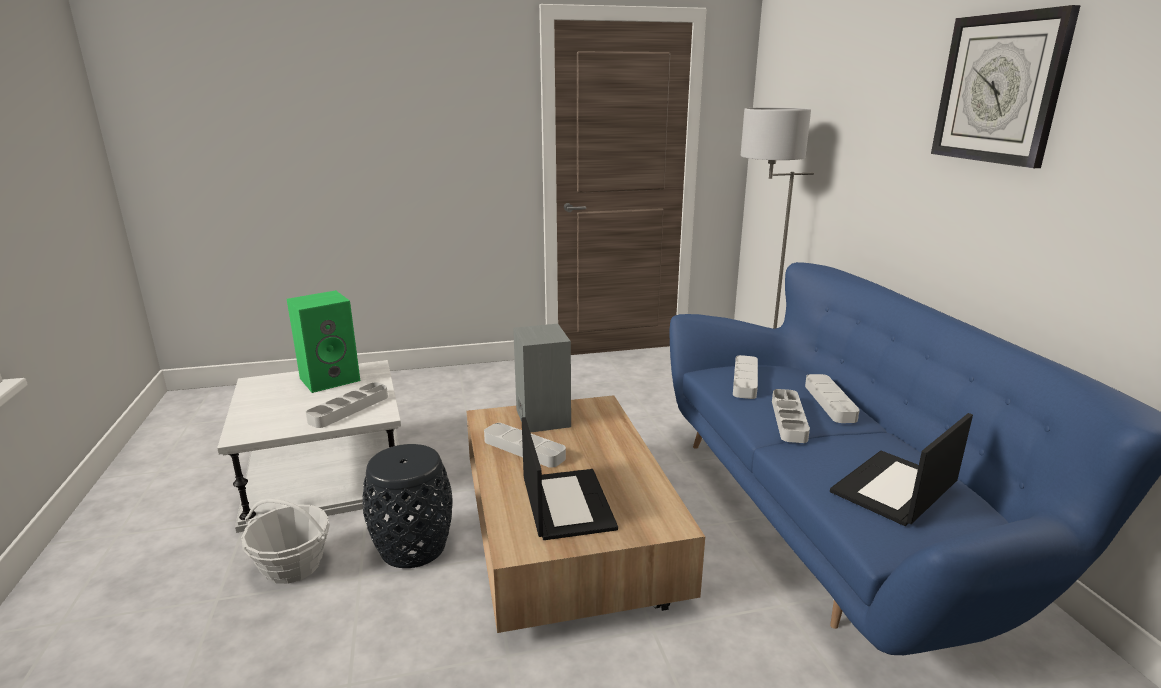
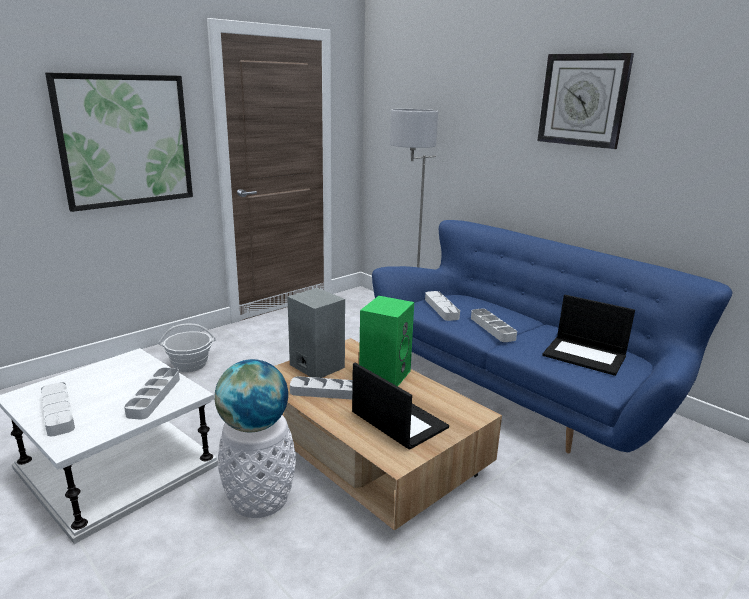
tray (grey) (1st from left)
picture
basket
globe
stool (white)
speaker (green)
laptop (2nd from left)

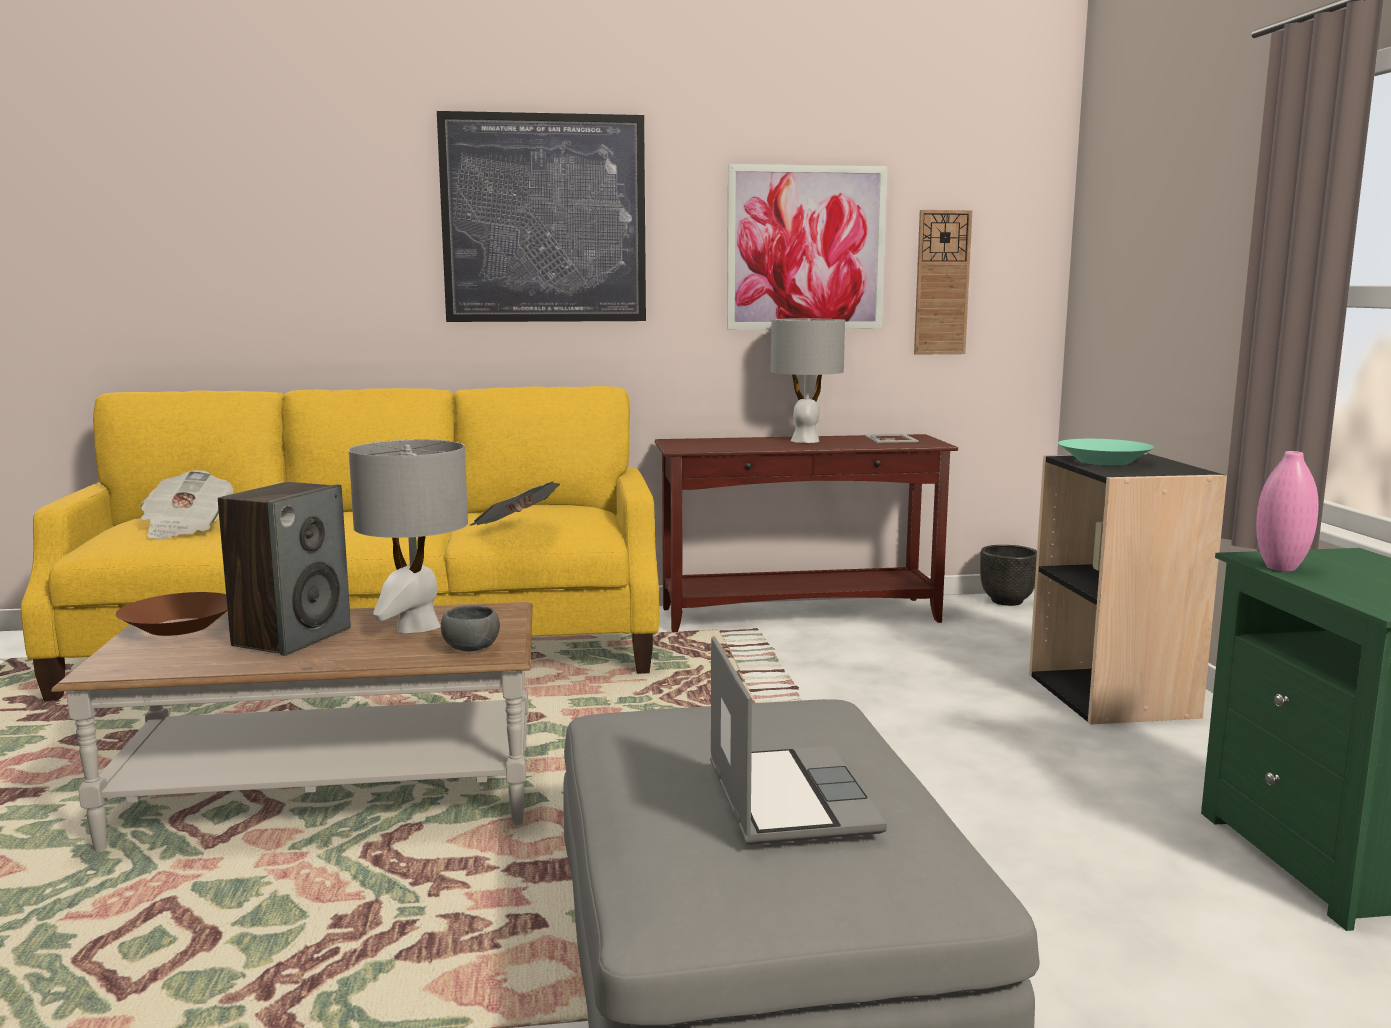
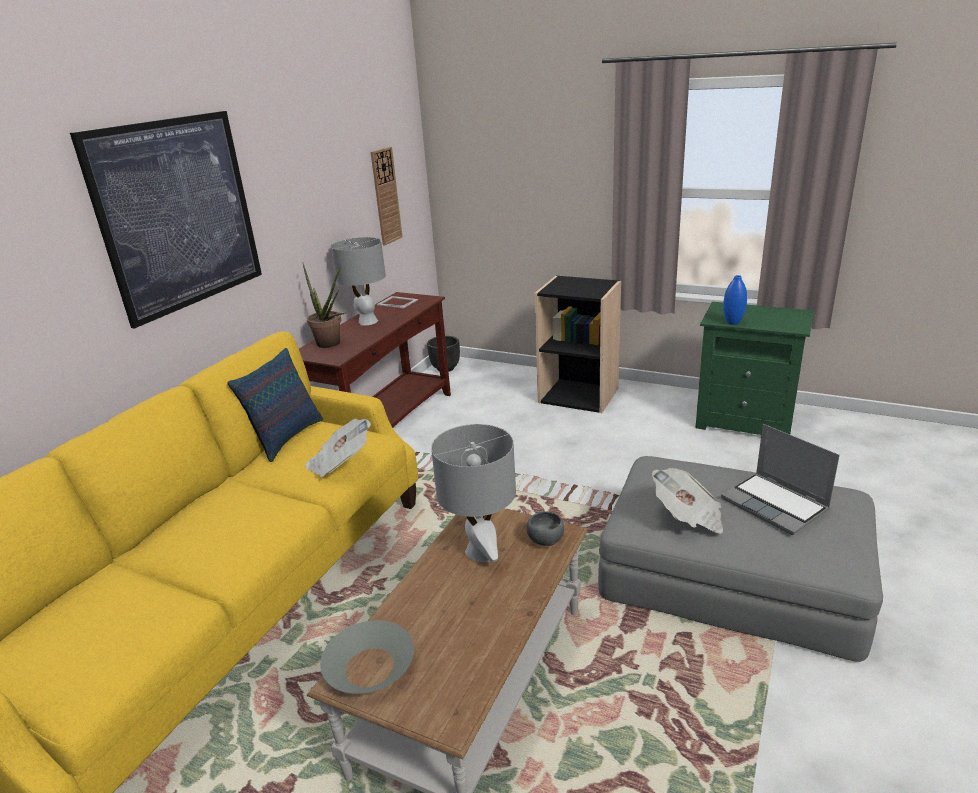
pillow (blue)
potted plant
bowl (grey) (1st from left)
newspaper (2nd from left)
laptop
vase (blue)
speaker
picture (2nd from left in the first image)
bowl (turquoise)

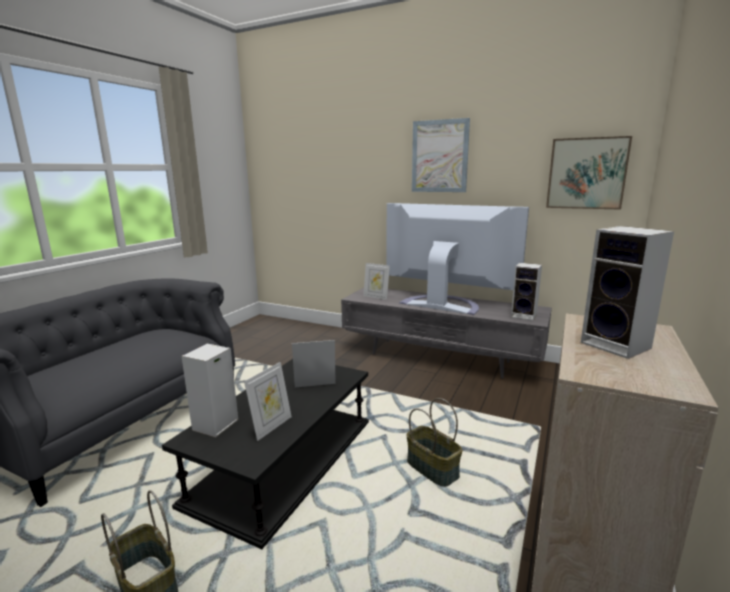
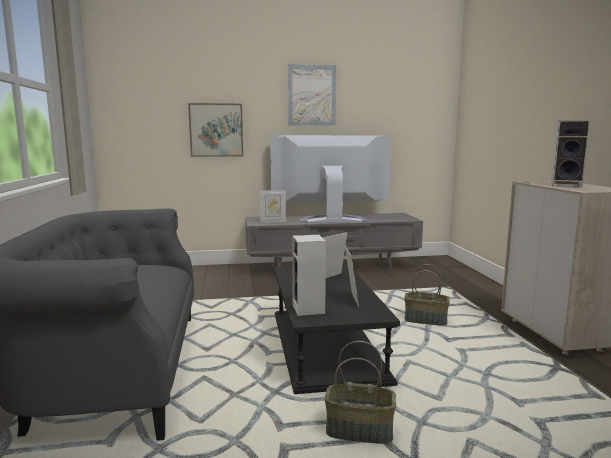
picture (1st from left)
speaker (2nd from left in the first image)

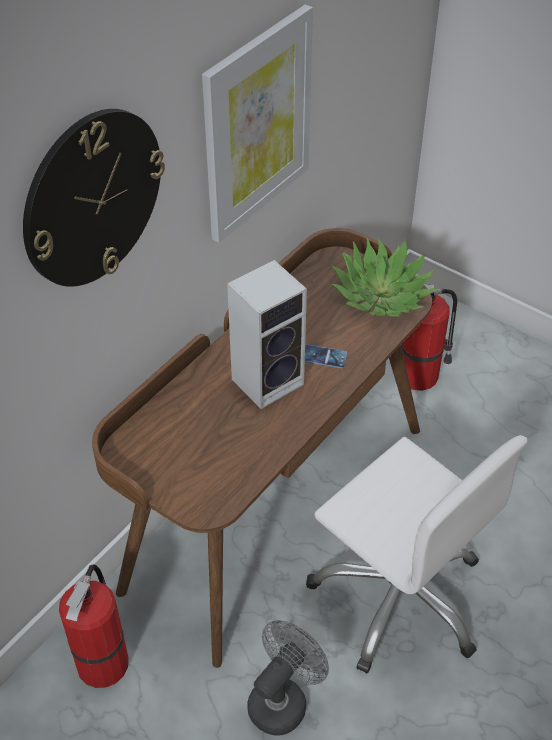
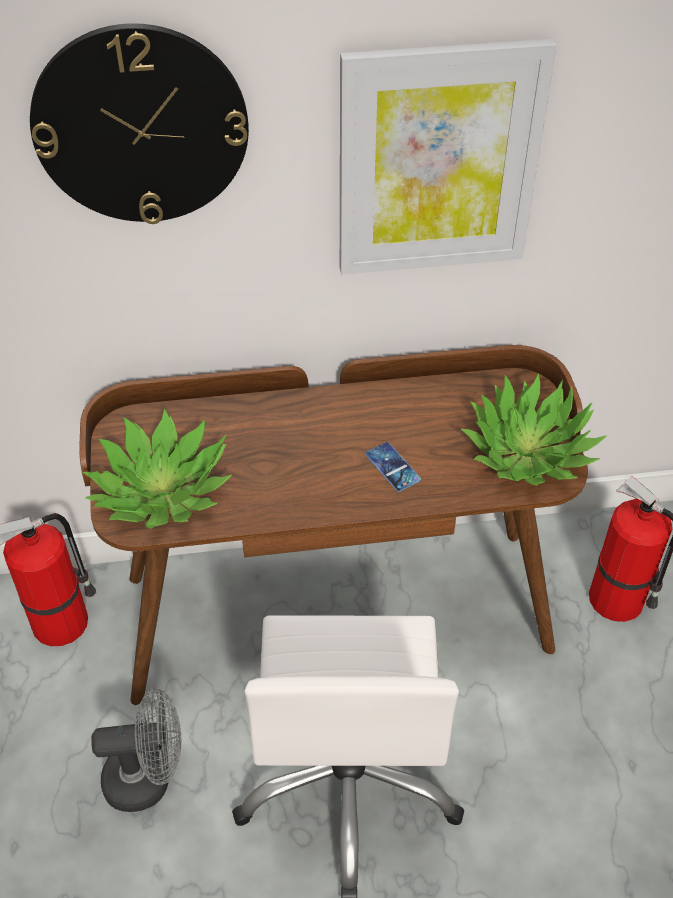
potted plant (1st from left)
speaker

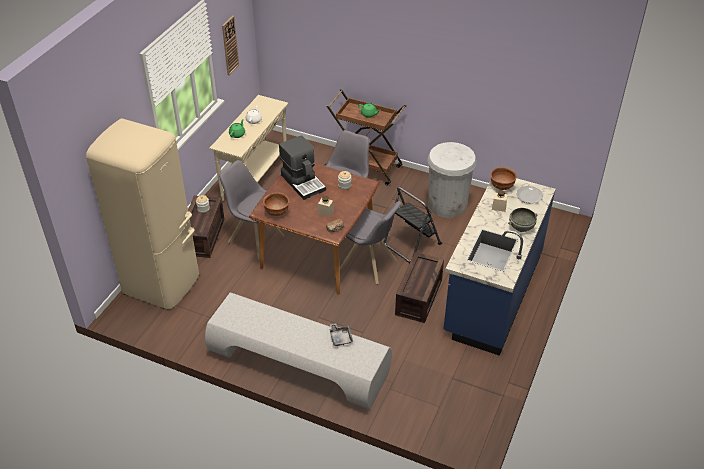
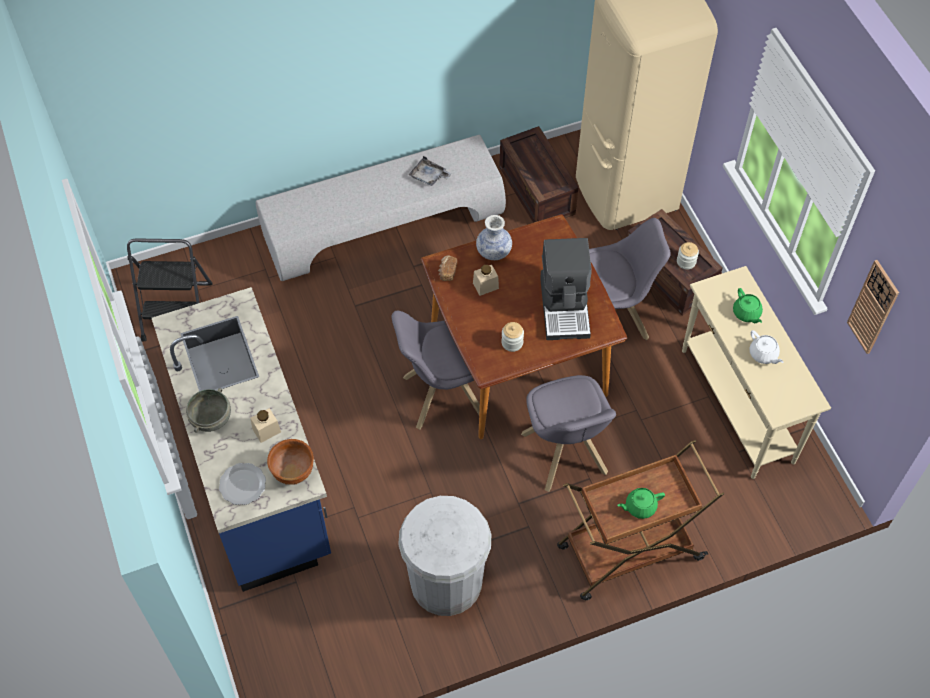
step ladder (black)
tray (grey)
vase
crate (1st from left)
coffee machine
bowl (brown) (1st from left in the first image)

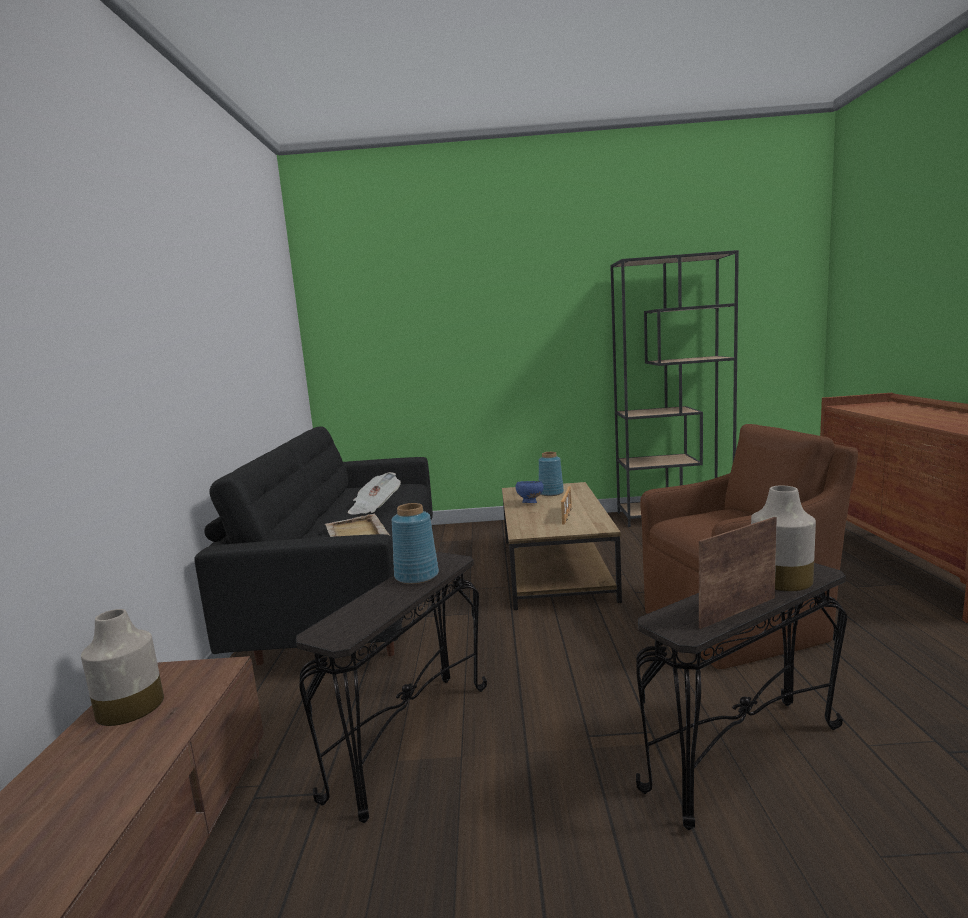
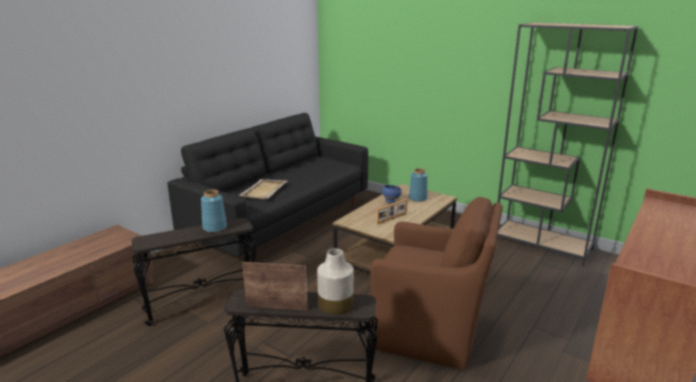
vase (beige) (1st from left in the first image)
newspaper

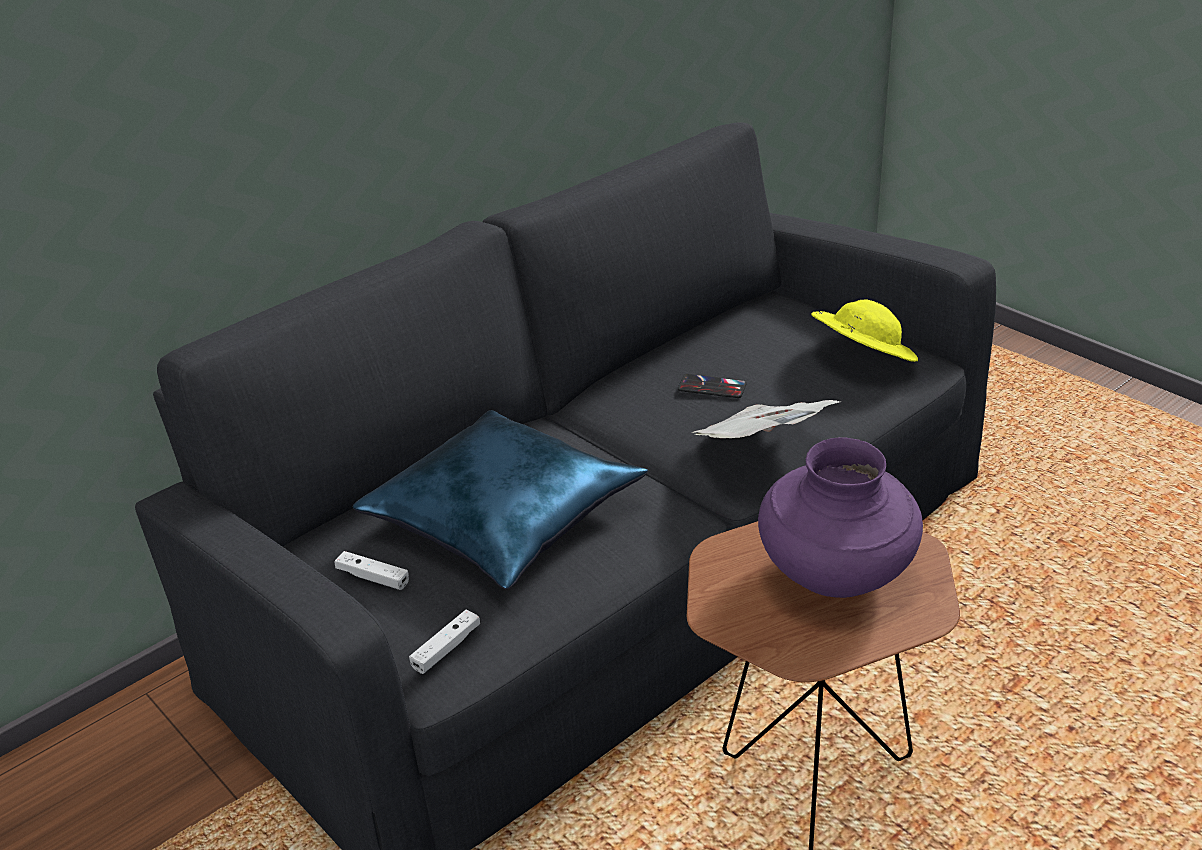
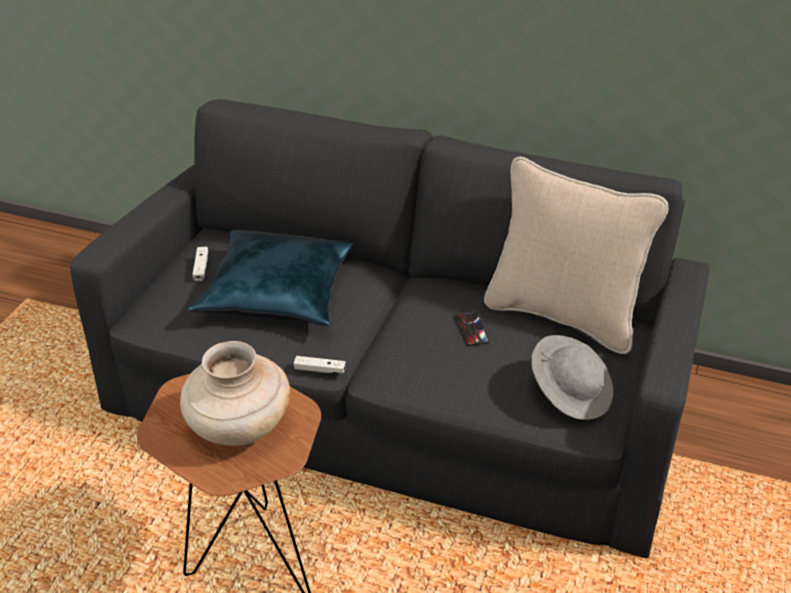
vase (beige)
game controller (white) (2nd from left)
pillow (beige)
hat (grey)
newspaper

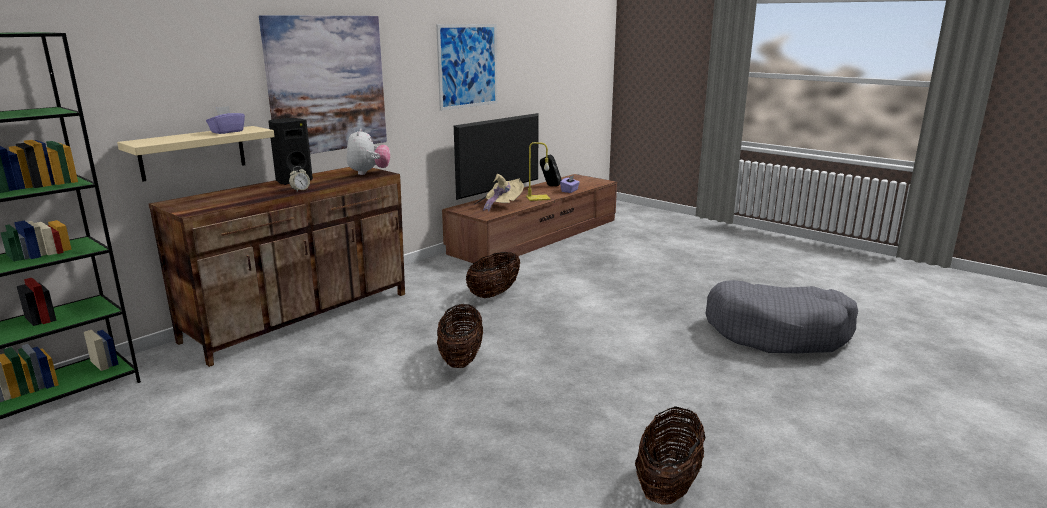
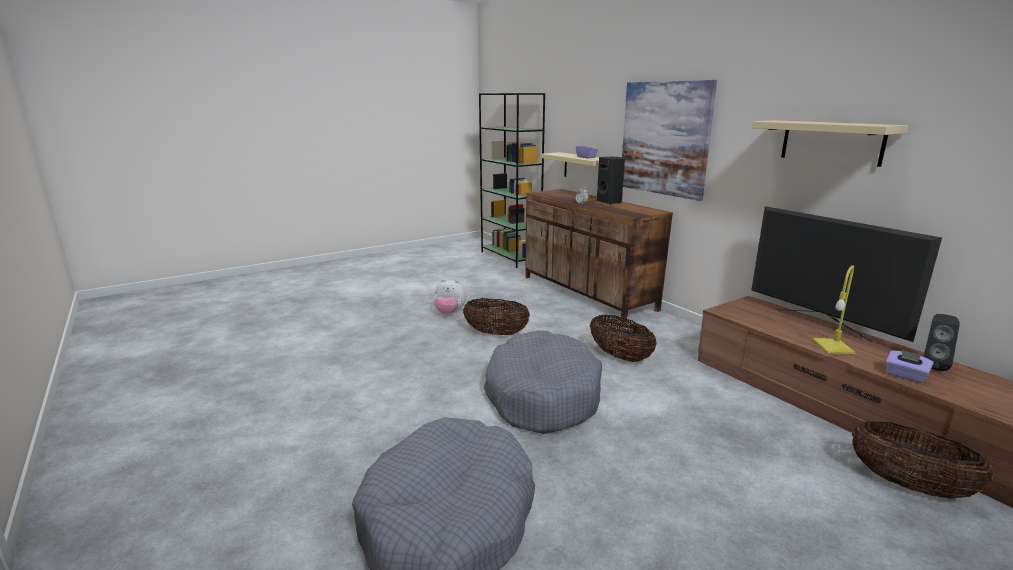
plush toy
dog bed (grey) (2nd from left)
shelf (beige) (2nd from left)
basket (3rd from left)
hat (beige)

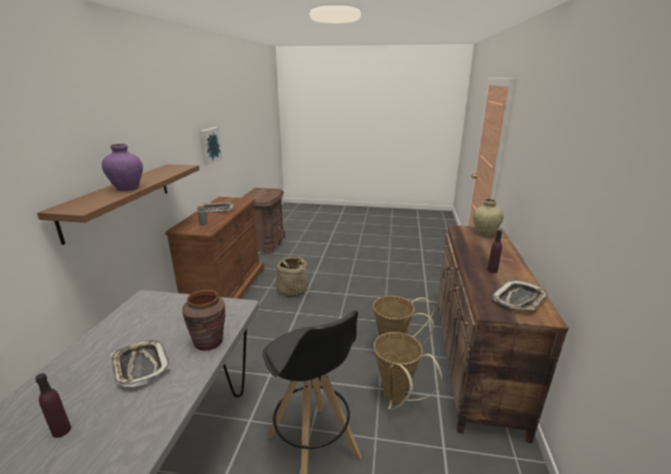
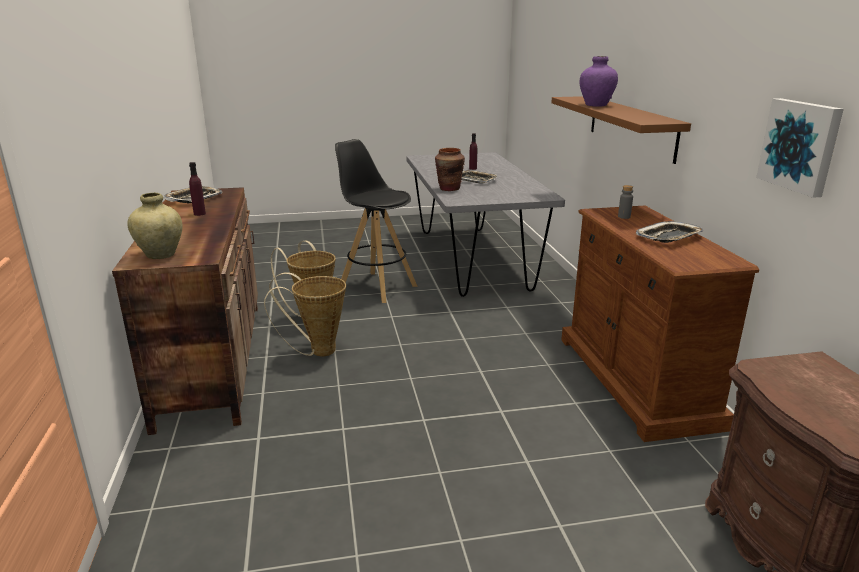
basket (1st from left in the first image)

